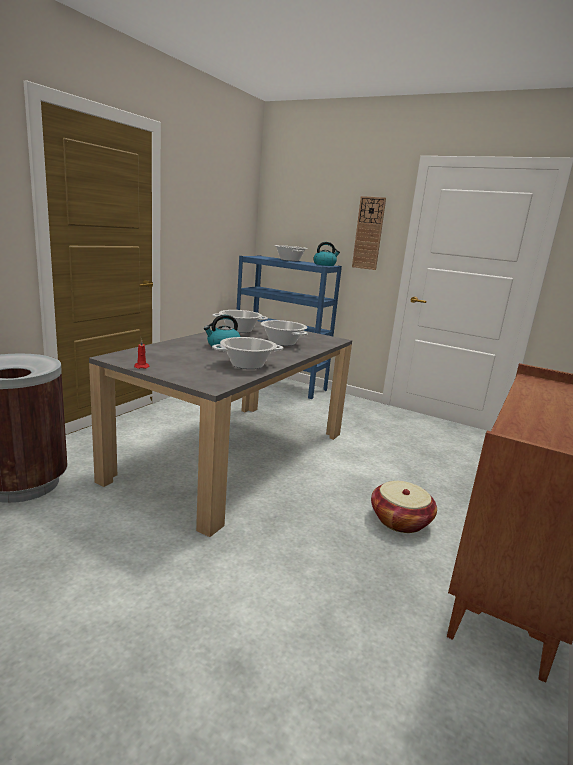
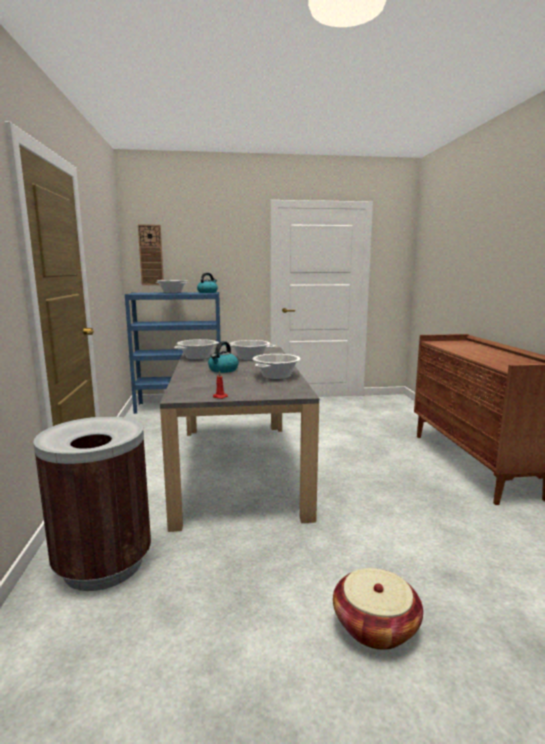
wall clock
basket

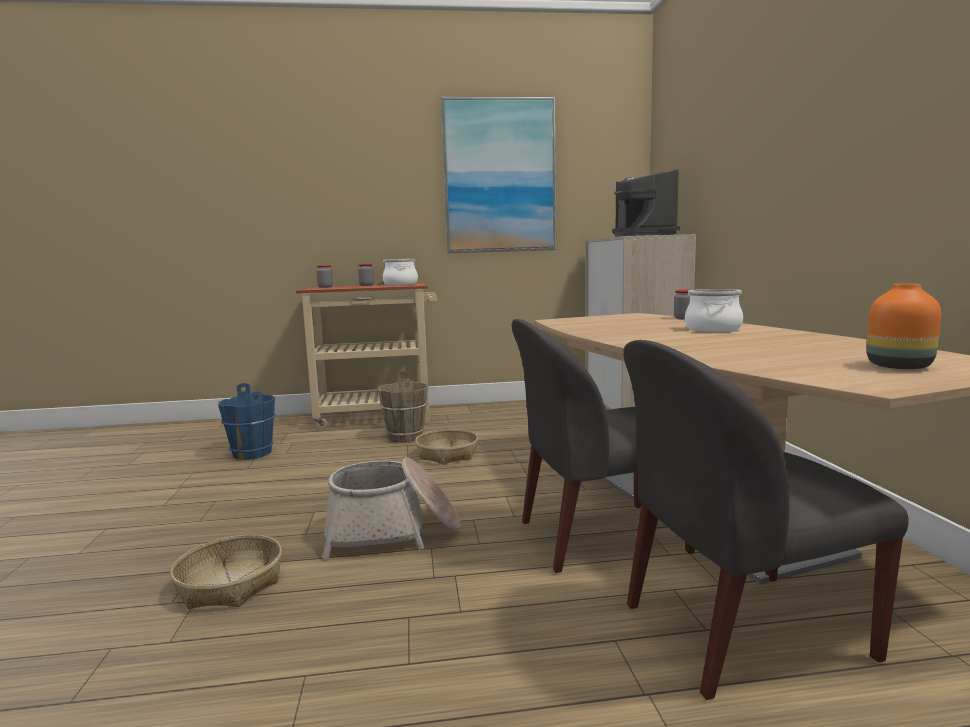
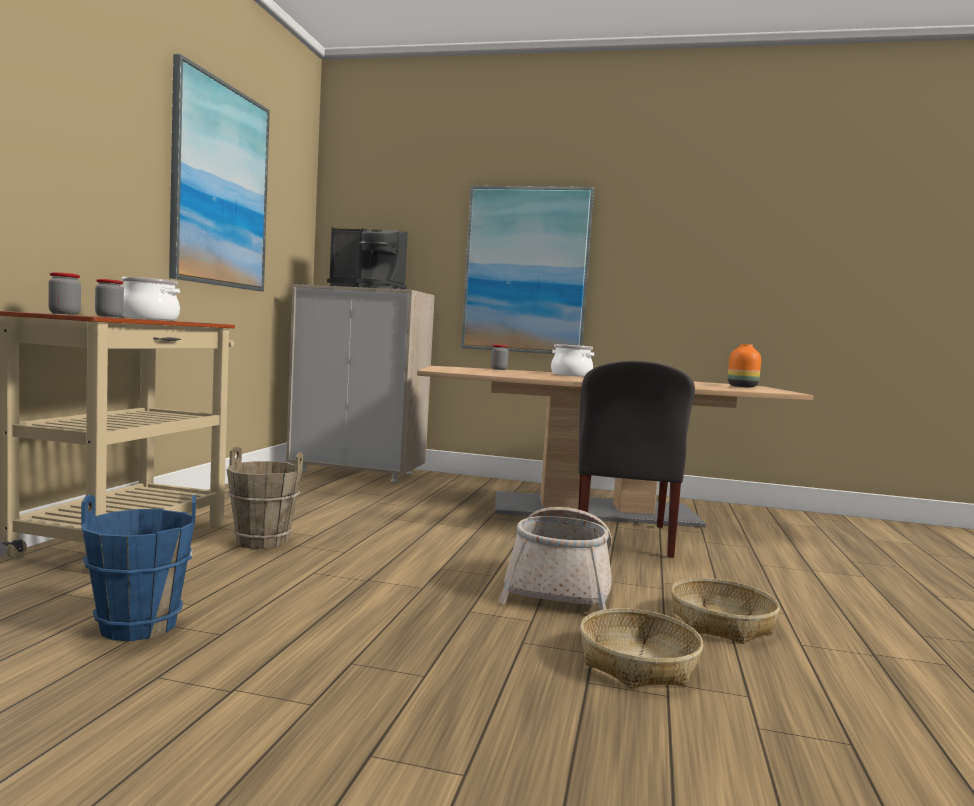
picture (2nd from left)
basket (3rd from left)
chair (grey) (2nd from left in the first image)

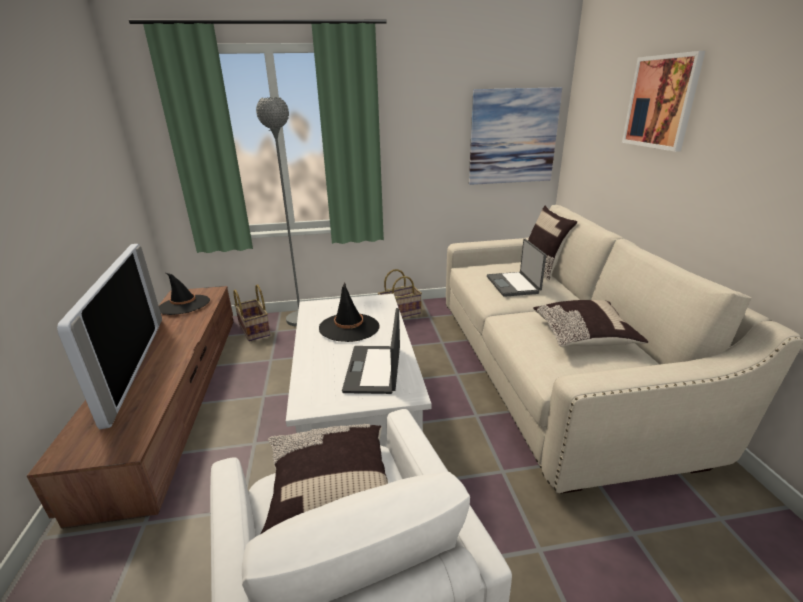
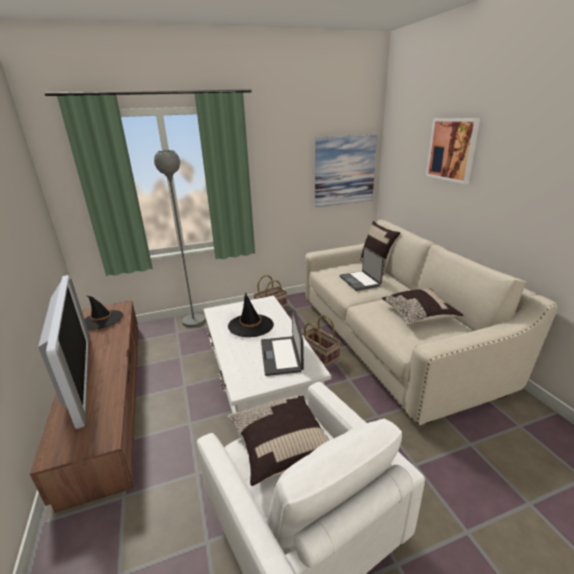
basket (2nd from left)

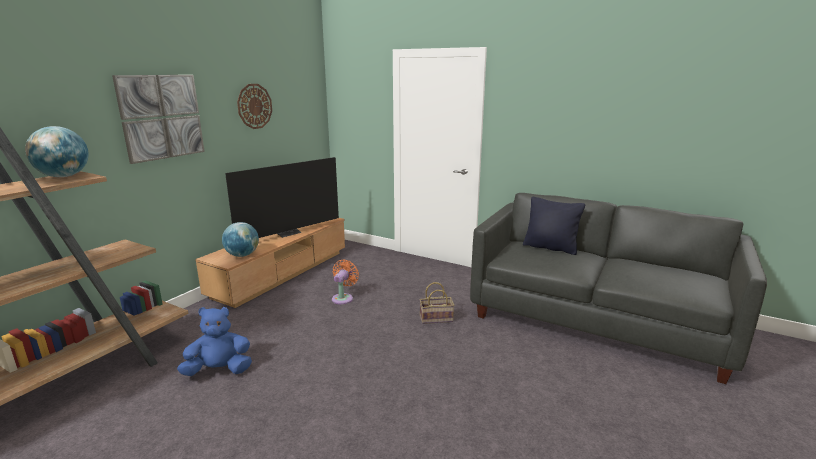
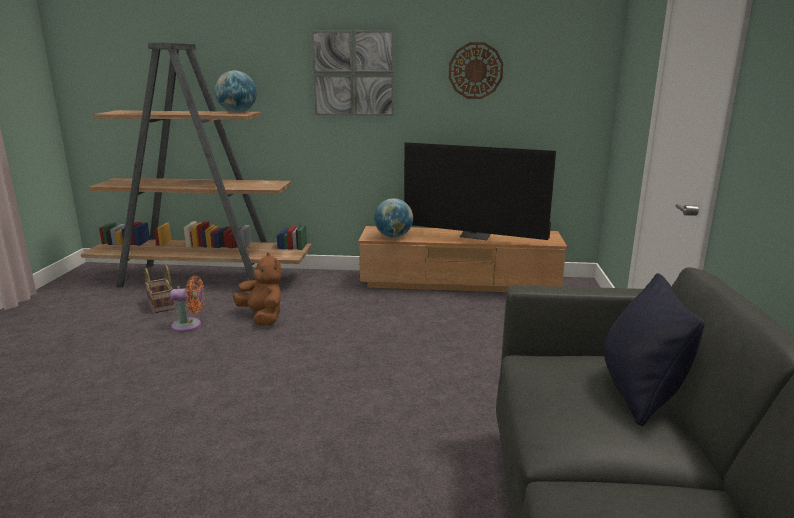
basket
fan (orange)
plush toy (brown)

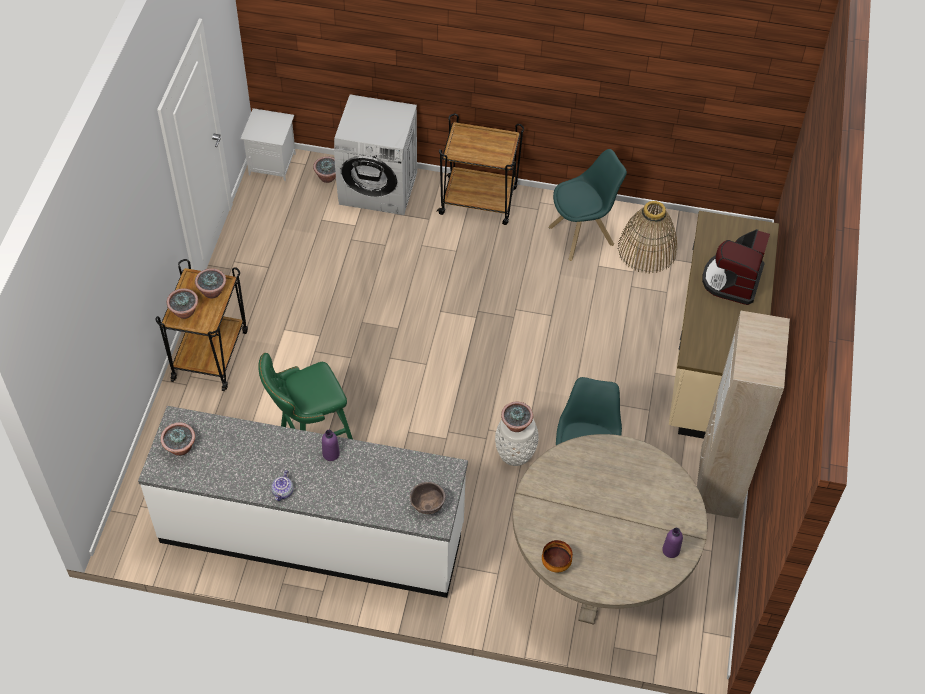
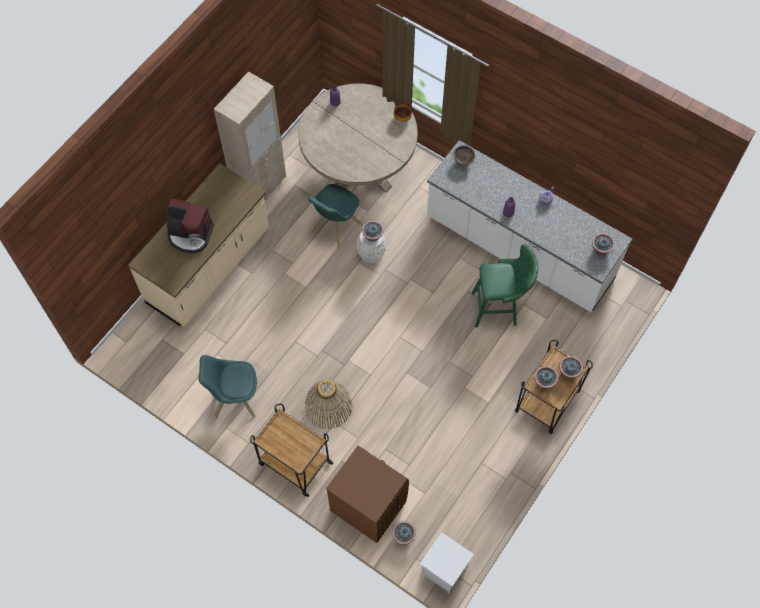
coffee machine
basket
washing machine (brown)

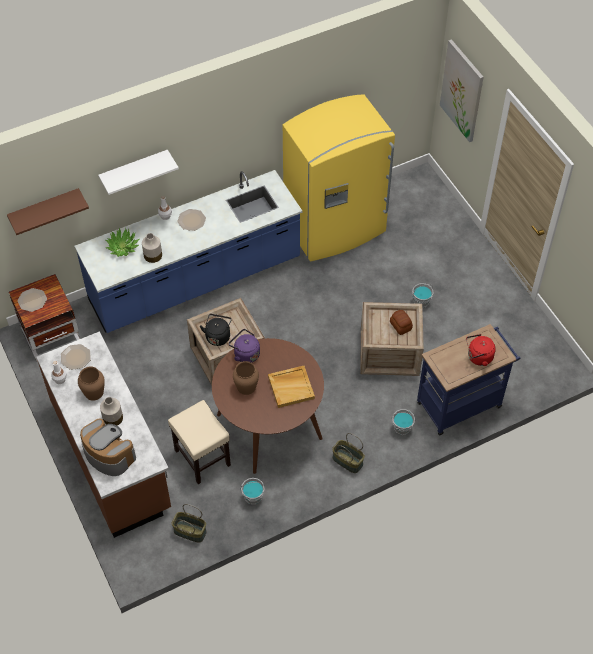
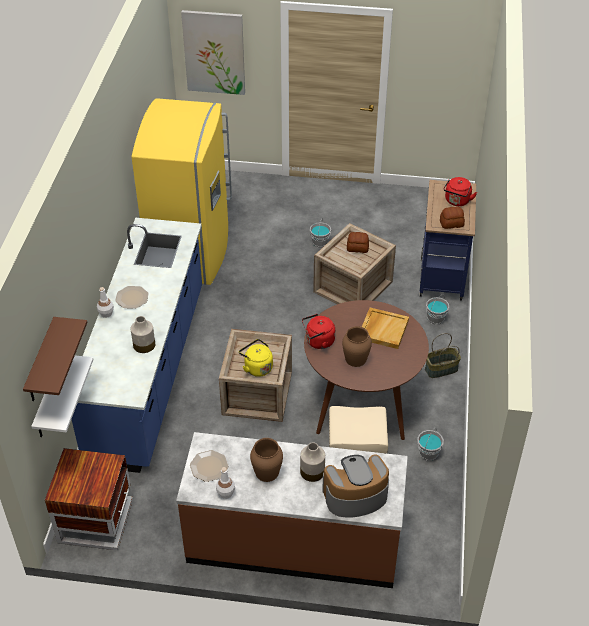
shelf (white)
kettle (yellow)
kettle (red) (1st from left)
bread (2nd from left)
plate (1st from left in the first image)
potted plant
basket (1st from left in the first image)

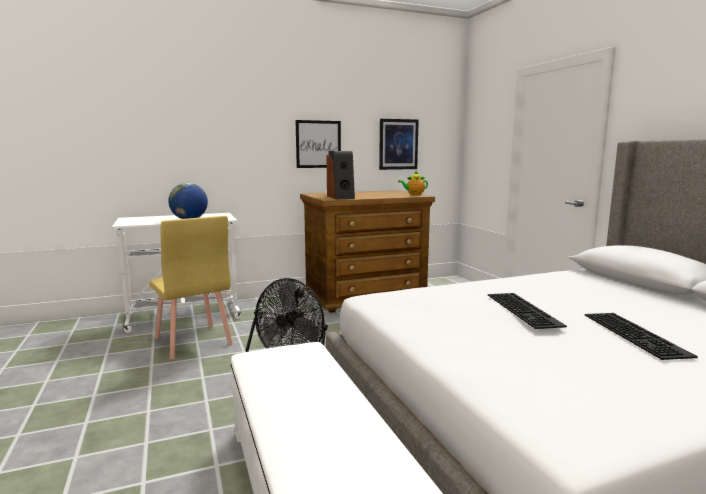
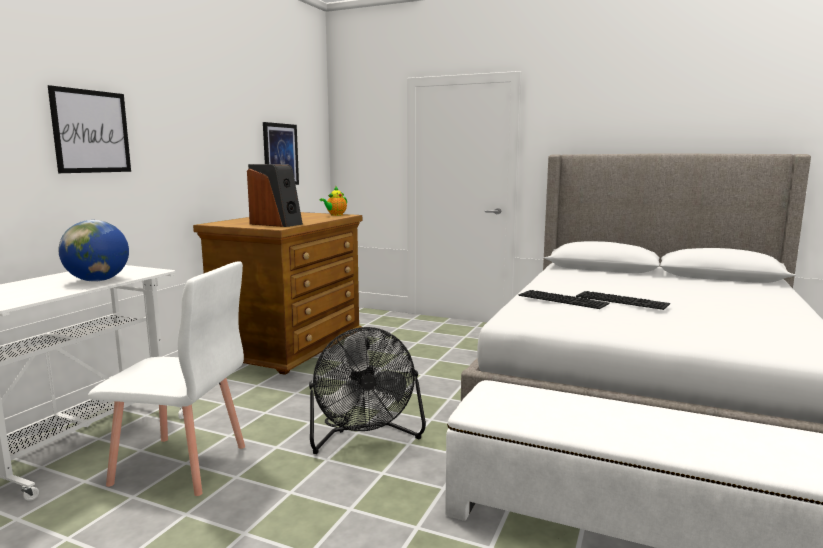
picture (1st from left)
chair (white)
keyboard (1st from left)

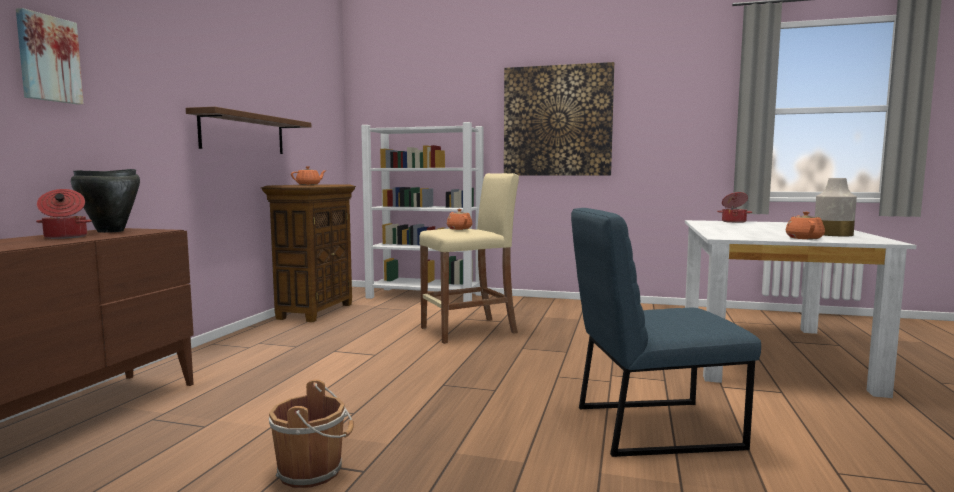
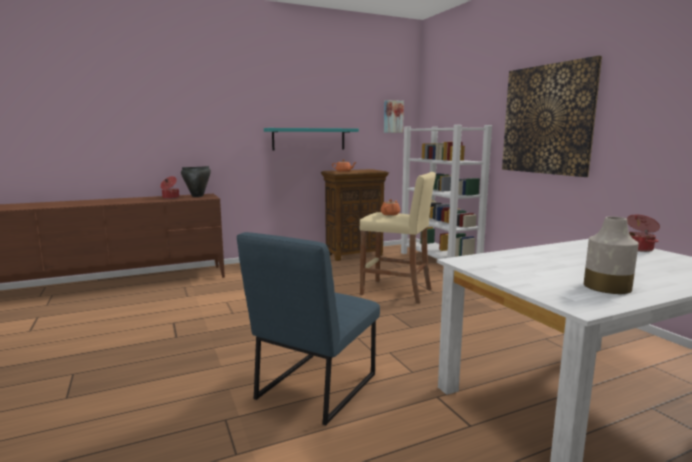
chair (blue)
shelf (turquoise)
picture (1st from left)
bucket (brown)
teapot (orange) (3rd from left in the first image)

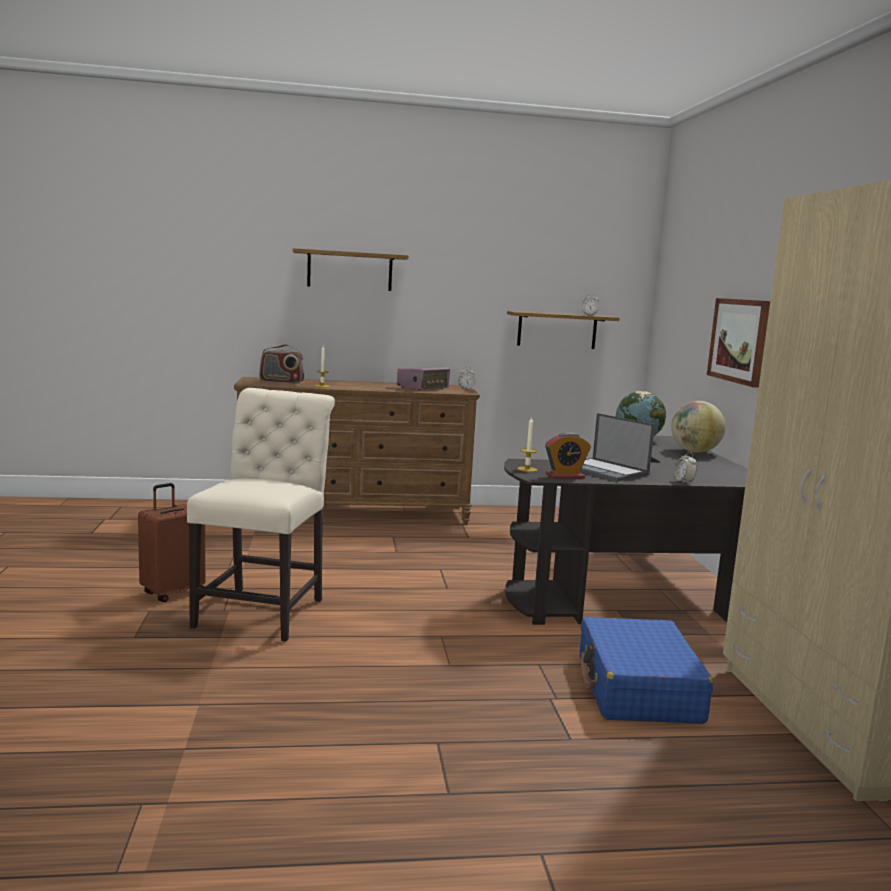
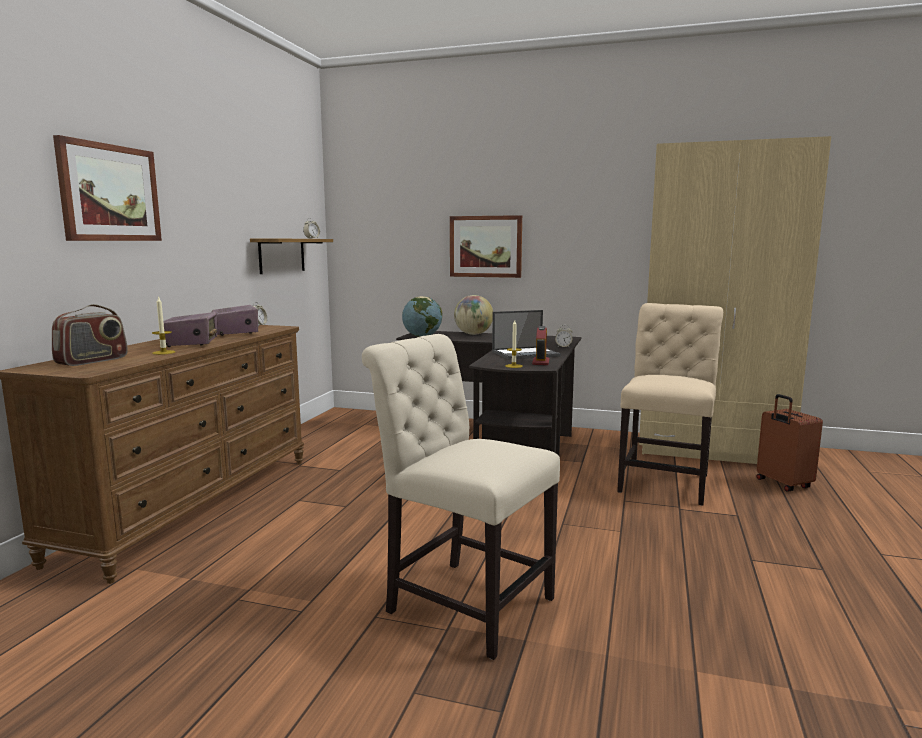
picture (1st from left)
radio (2nd from left)
chair (beige) (2nd from left)
suitcase (brown)

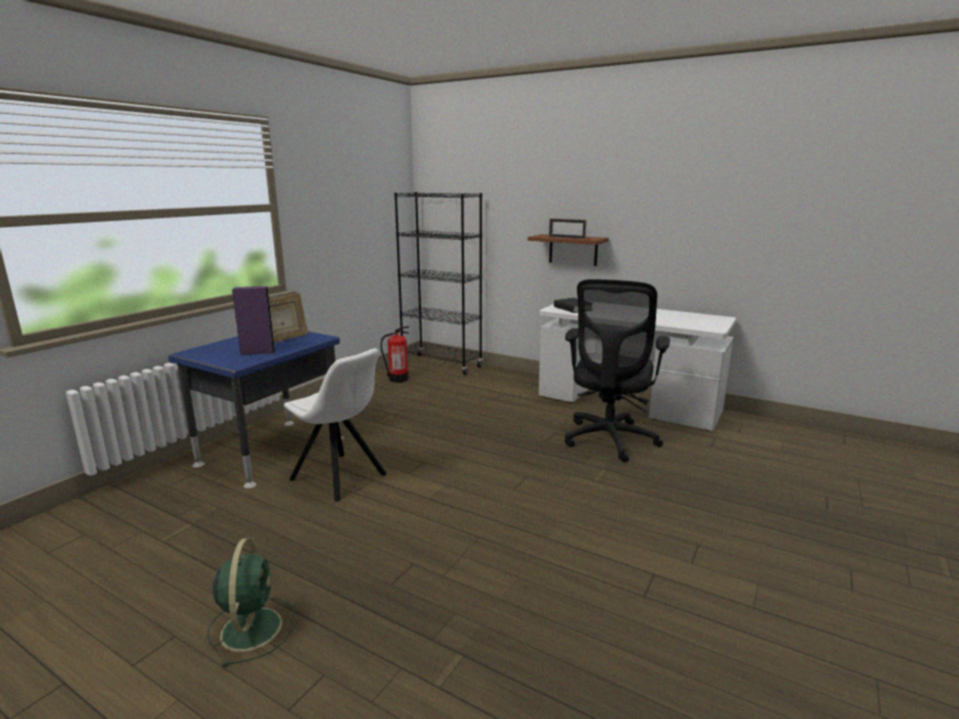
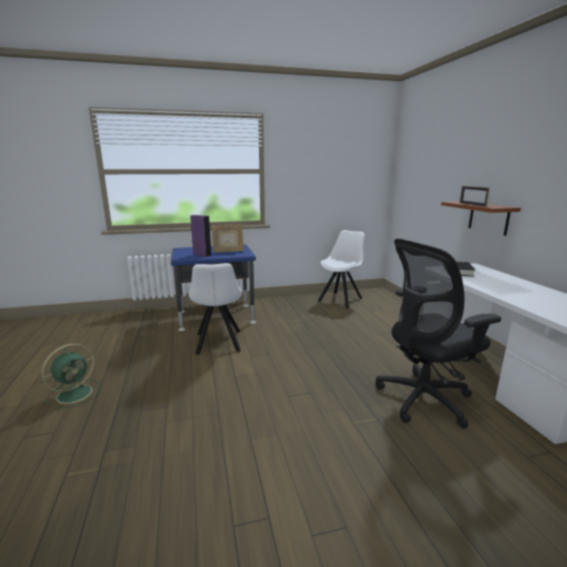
chair (white) (2nd from left)
bookcase (black)

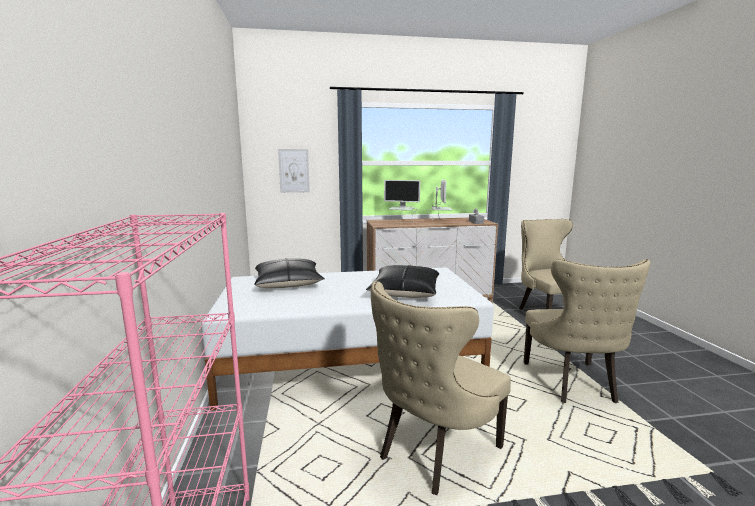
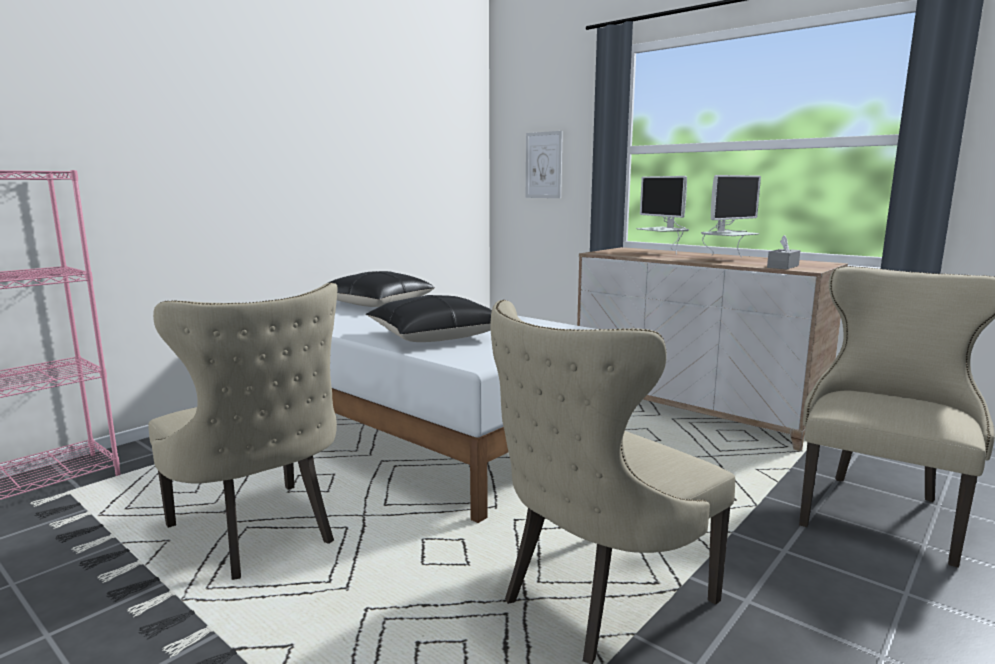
chair (beige) (1st from left)

